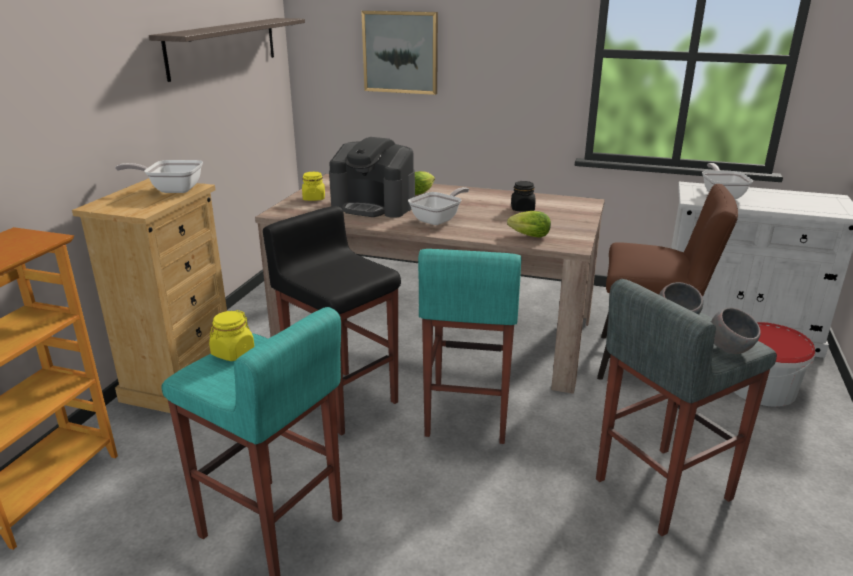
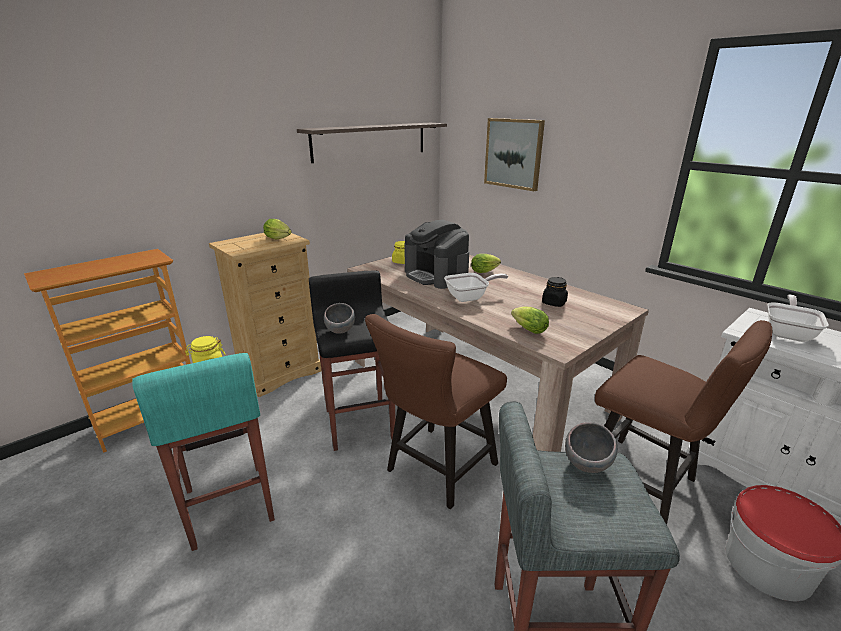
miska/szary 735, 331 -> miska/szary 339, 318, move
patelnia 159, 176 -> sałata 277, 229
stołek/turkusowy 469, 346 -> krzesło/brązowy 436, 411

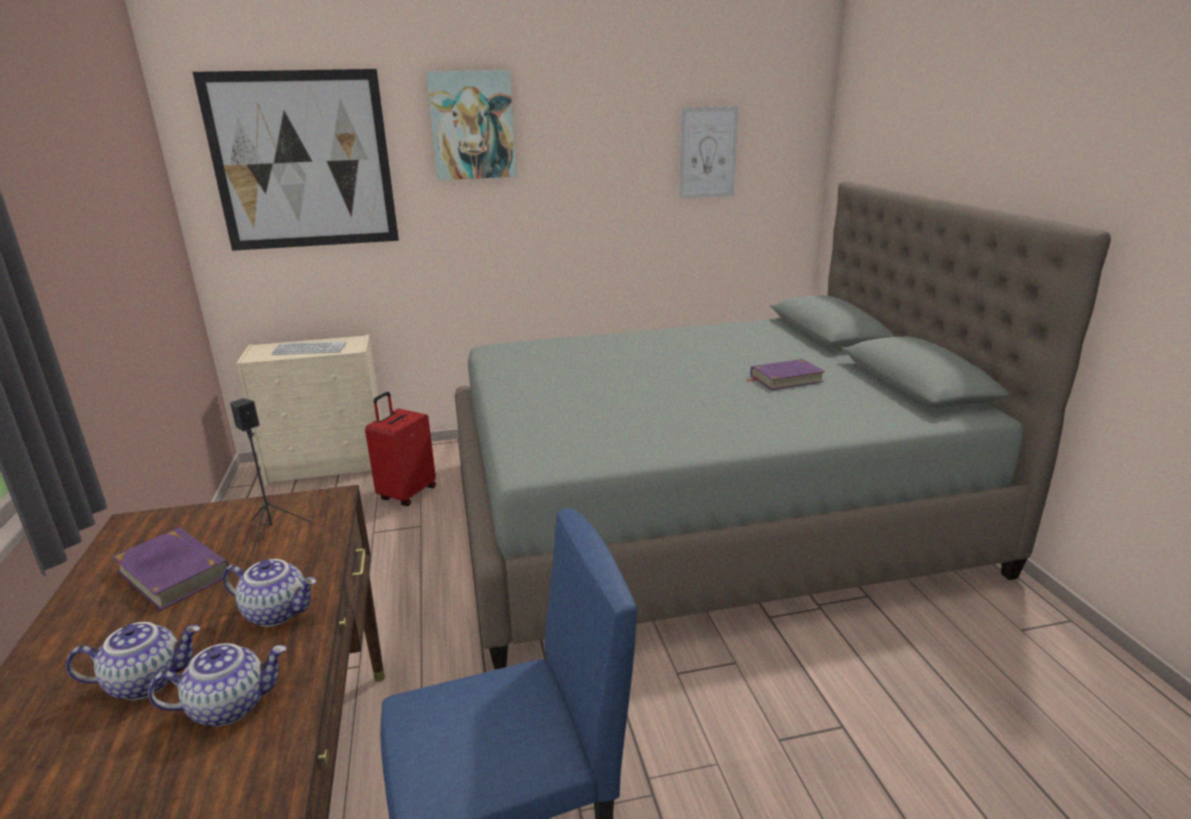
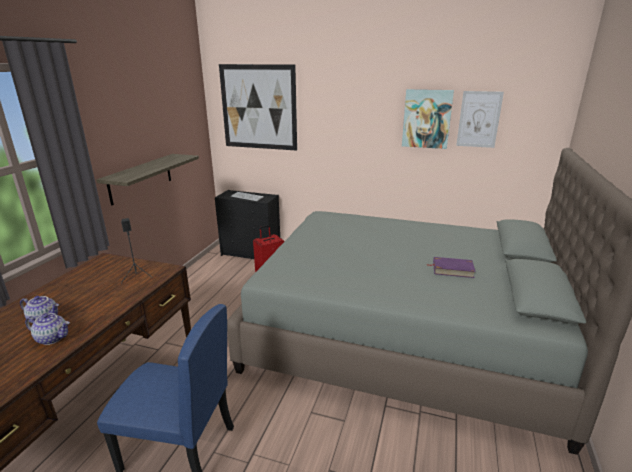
książka/fioletowy 171, 569 -> none
imbryk 269, 593 -> none
none -> półka 147, 180
obraz 471, 125 -> obraz 428, 119, move
komoda/beżowy 309, 410 -> komoda/czarny 247, 224

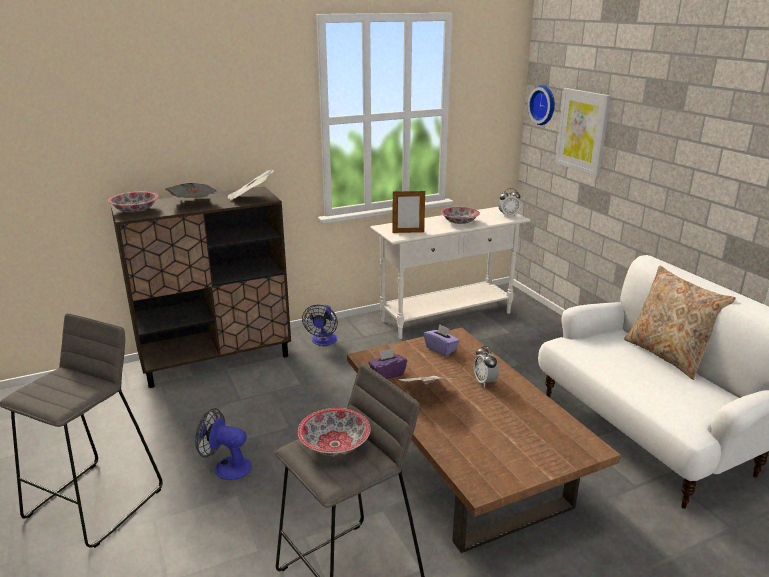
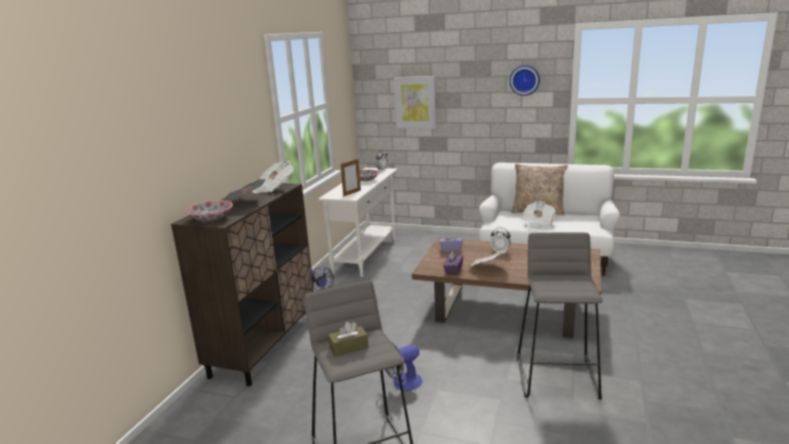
miska 334, 432 -> none
none -> pudełko chusteczek/brązowy 348, 339
none -> gazeta 539, 215
zegar ścienny 541, 105 -> zegar ścienny 525, 80, move

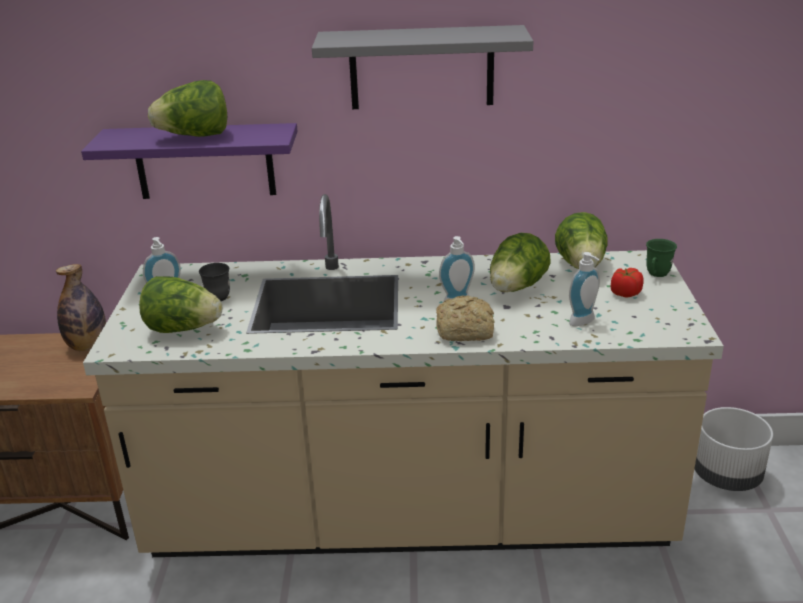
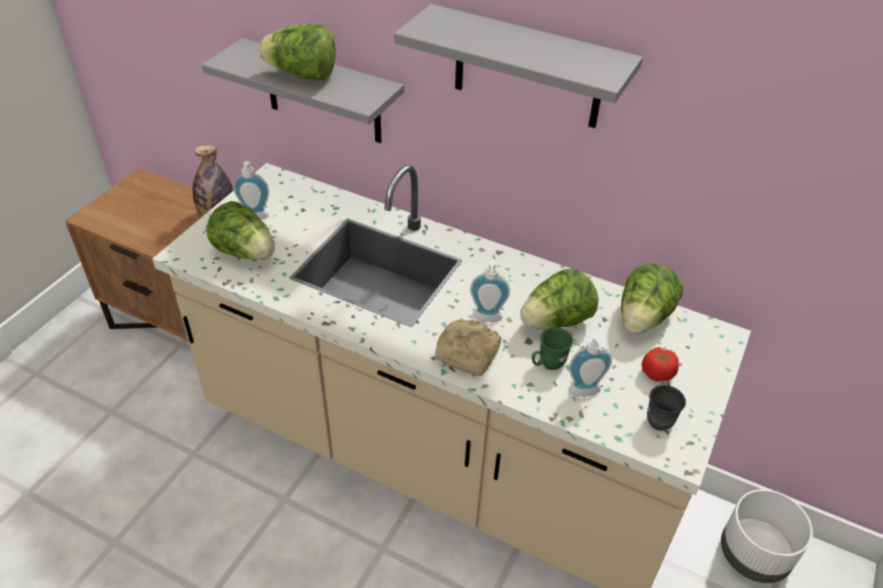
kubek/szary 214, 282 -> kubek/szary 666, 406, move
kubek/zielony 661, 258 -> kubek/zielony 552, 348, move
półka/fioletowy 189, 161 -> półka/szary 303, 90

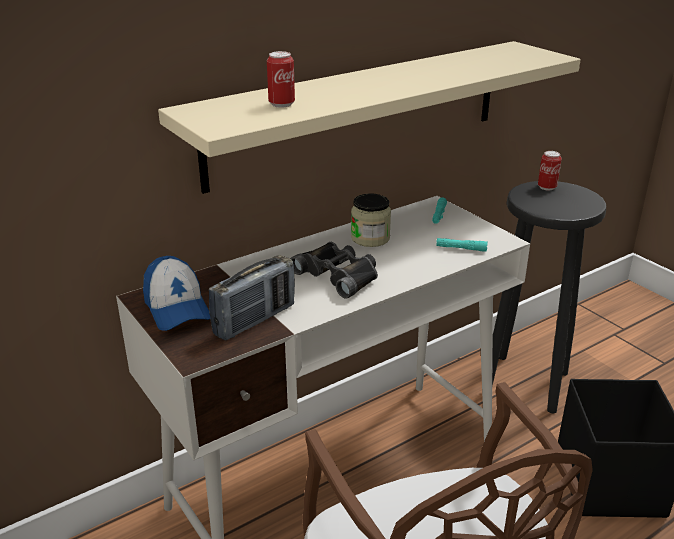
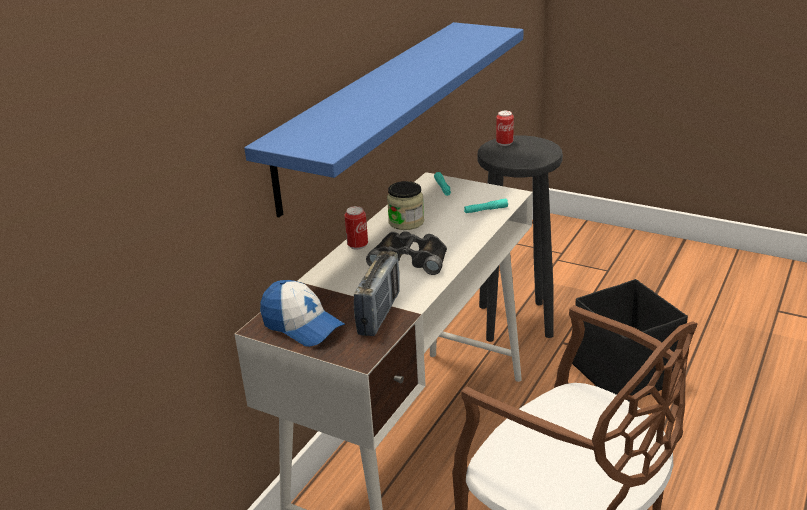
puszka 281, 79 -> puszka 356, 228, move
półka/beżowy 369, 117 -> półka/niebieski 383, 119

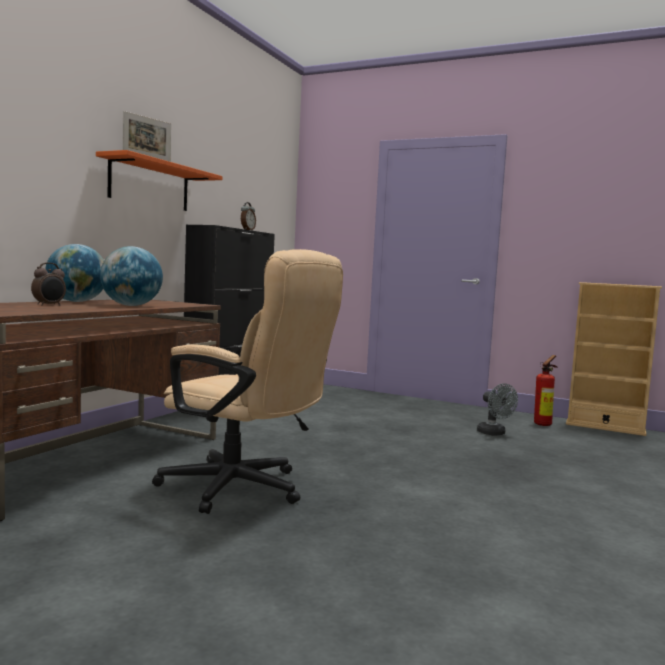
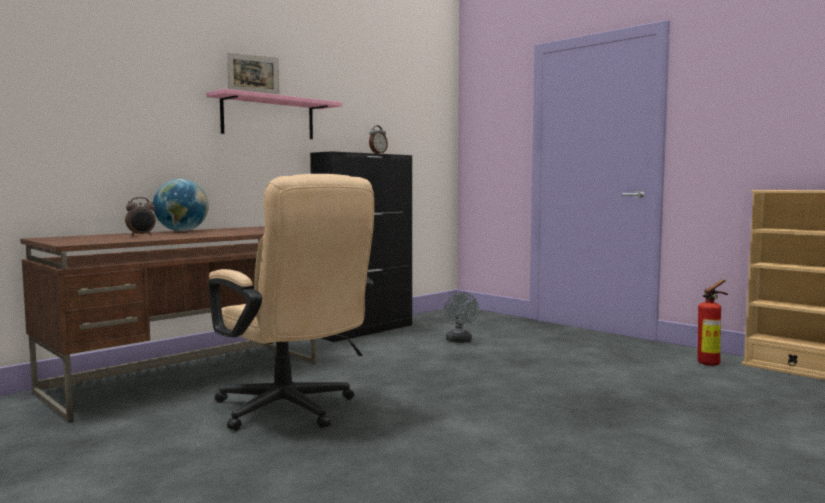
globus 131, 276 -> none
wentylator/szary 497, 409 -> wentylator/szary 462, 317, move
półka/pomarańczowy 159, 180 -> półka/różowy 274, 114

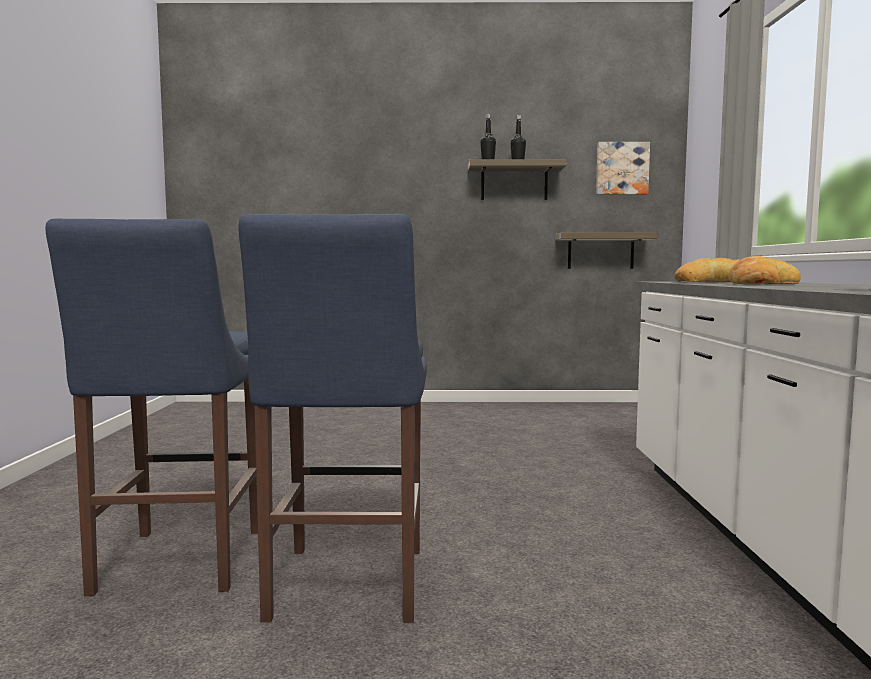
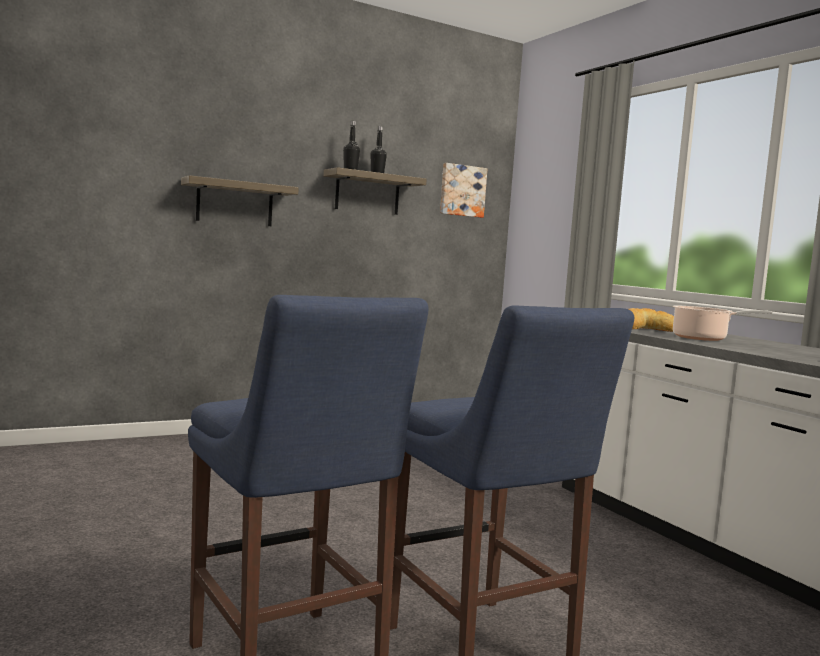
półka 606, 250 -> półka 240, 200, move
chleb 765, 270 -> garnek 722, 323

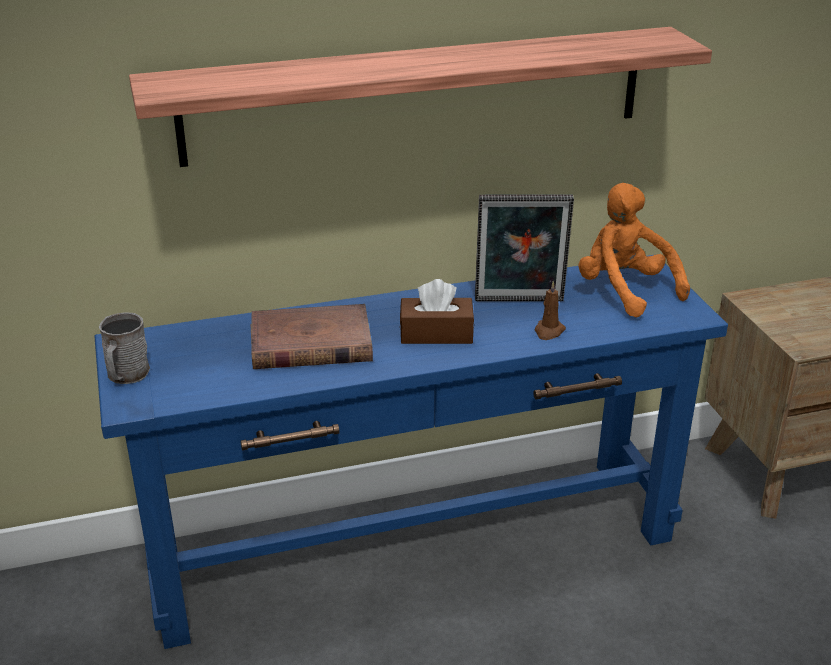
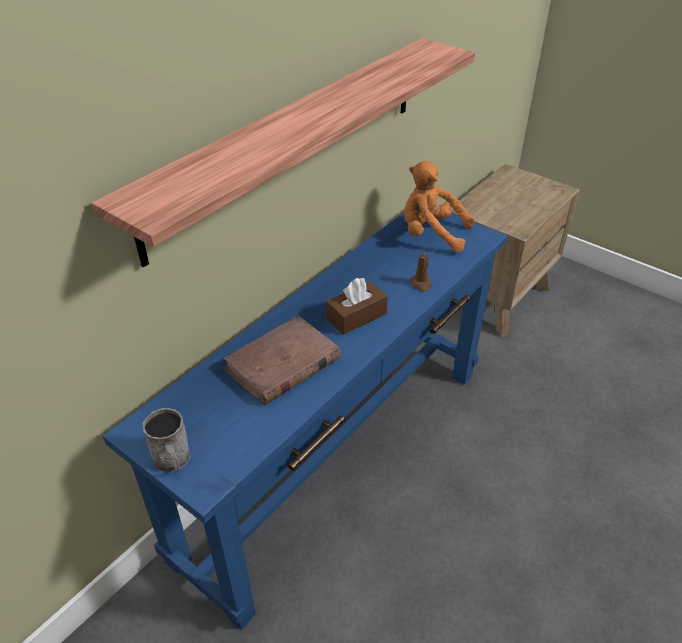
ramka na zdjęcie 524, 247 -> none

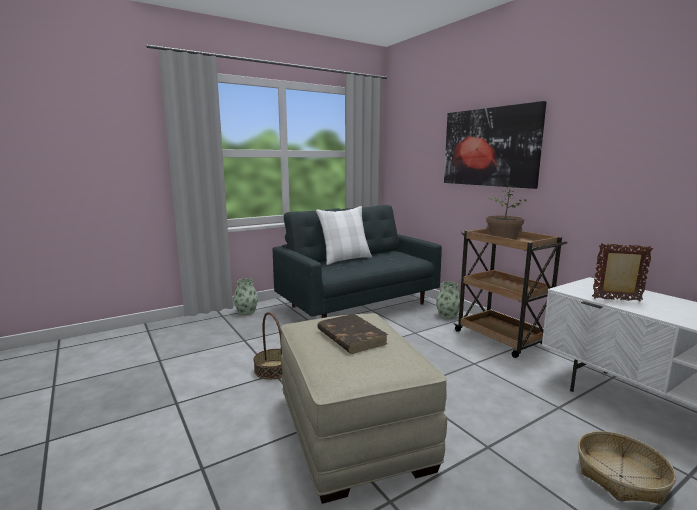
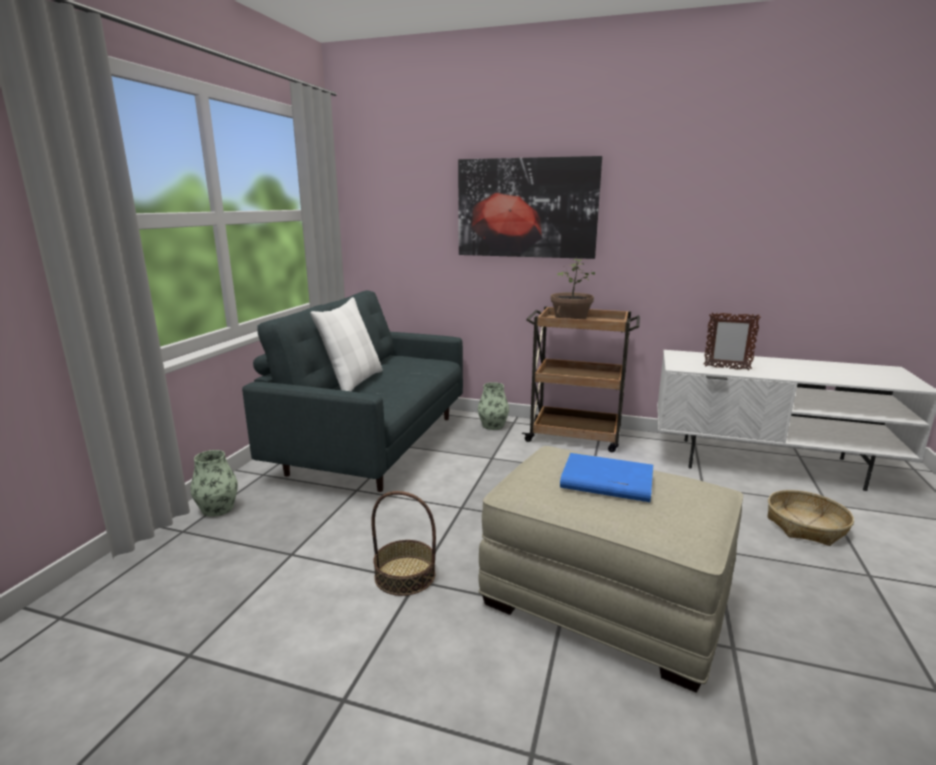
książka/brązowy 352, 334 -> książka/niebieski 606, 477
ramka na zdjęcie 622, 272 -> ramka na zdjęcie 732, 341, 135 degrees counterclockwise

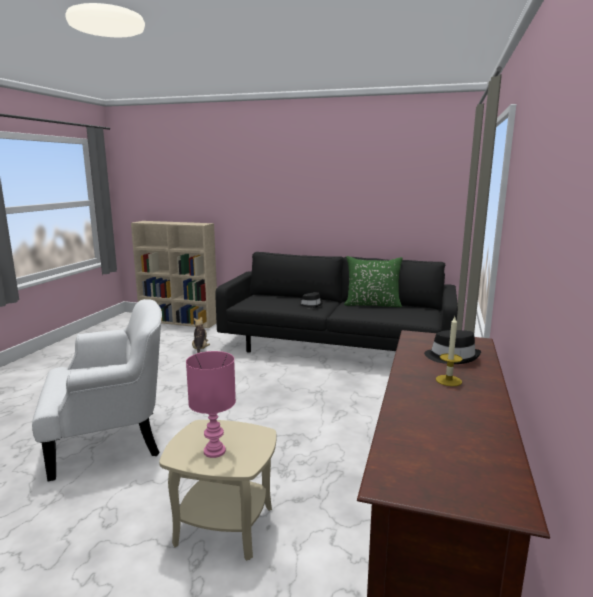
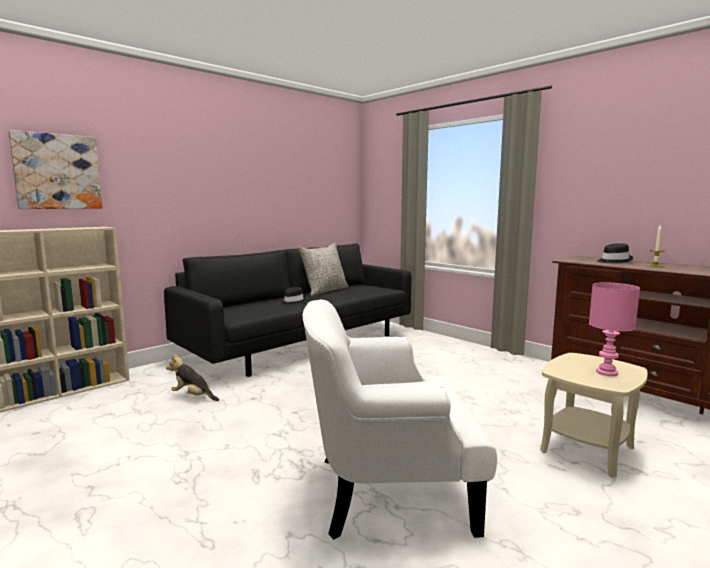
none -> obraz 55, 169
poduszka/zielony 373, 281 -> poduszka/szary 323, 269
fotel/biały 97, 390 -> fotel/biały 400, 420, 105 degrees counterclockwise

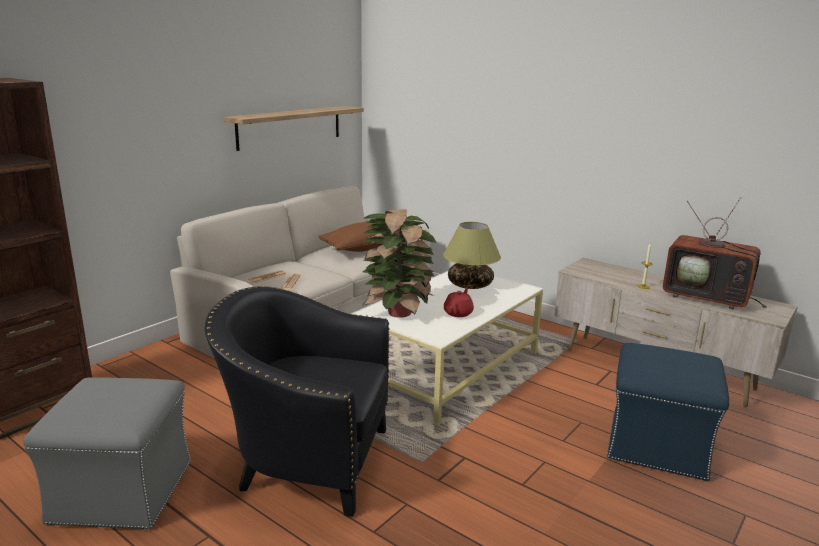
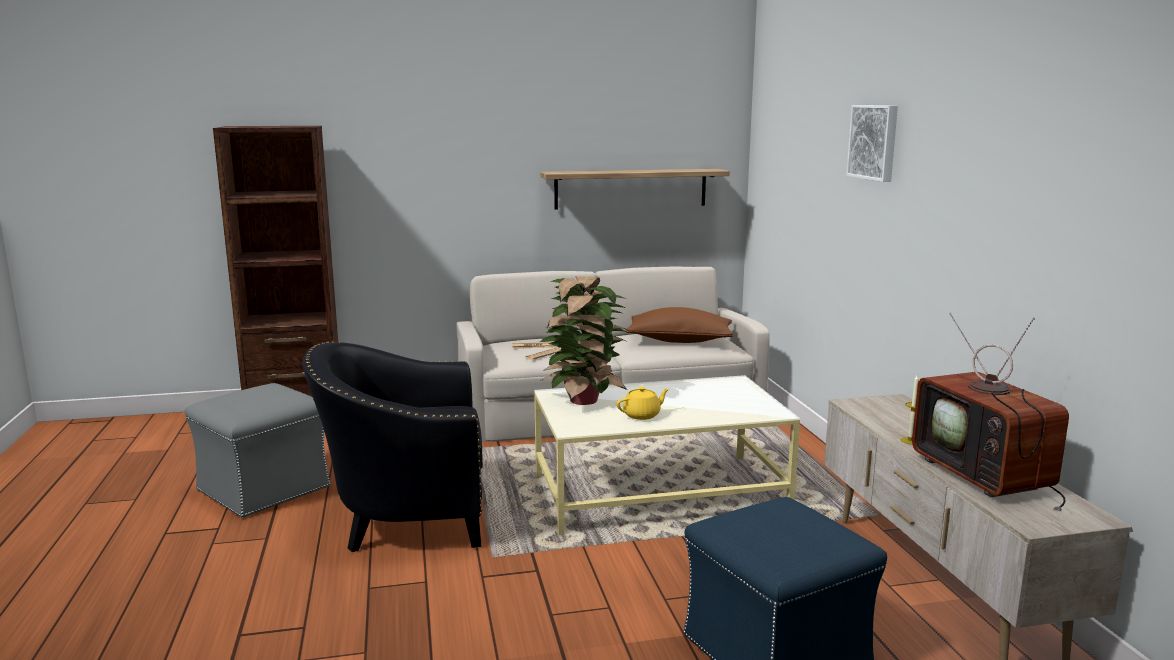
lampa stołowa 472, 255 -> none
none -> obraz 872, 143
imbryk/czerwony 459, 302 -> imbryk/żółty 642, 403
fotel/czarny 297, 401 -> fotel/czarny 393, 446, 60 degrees counterclockwise

